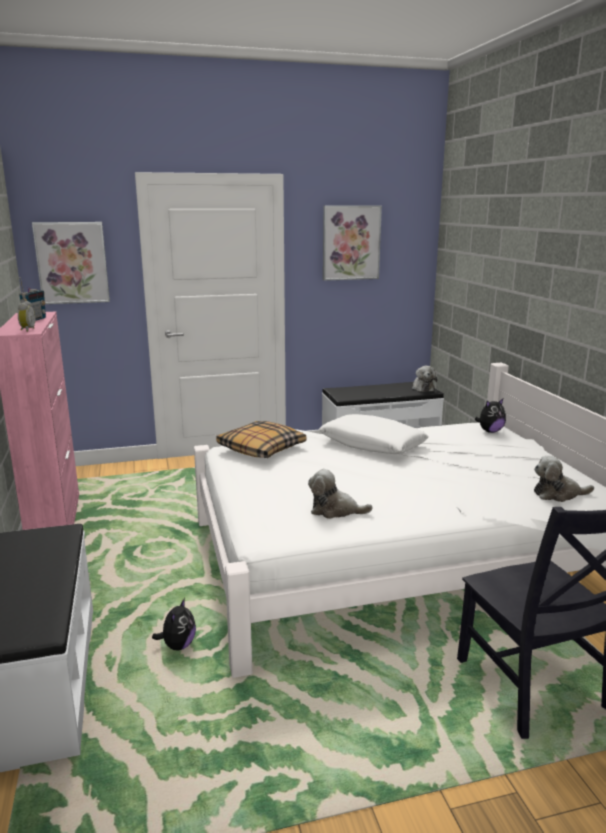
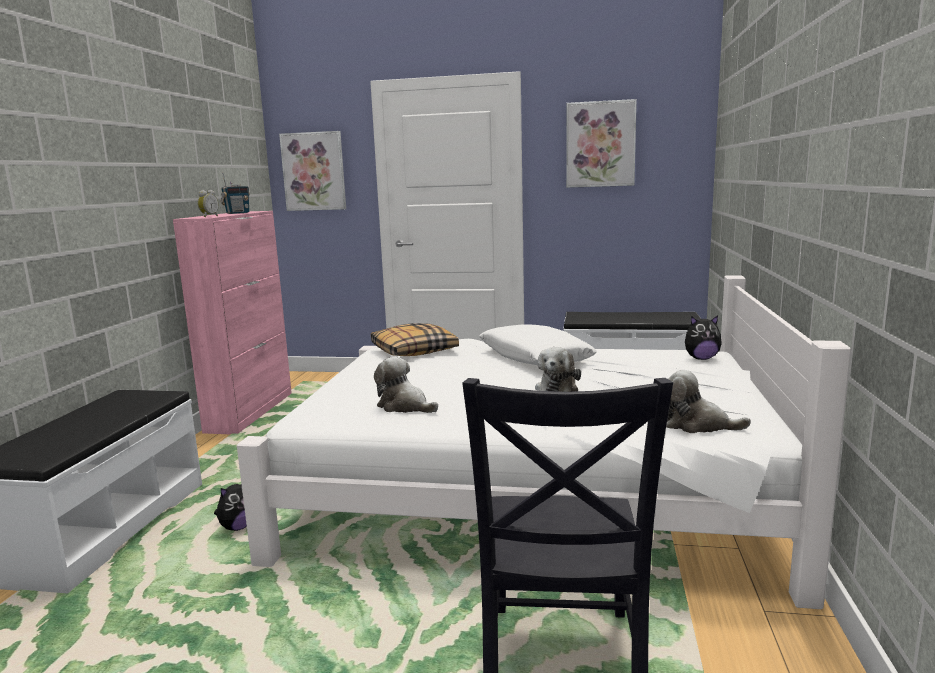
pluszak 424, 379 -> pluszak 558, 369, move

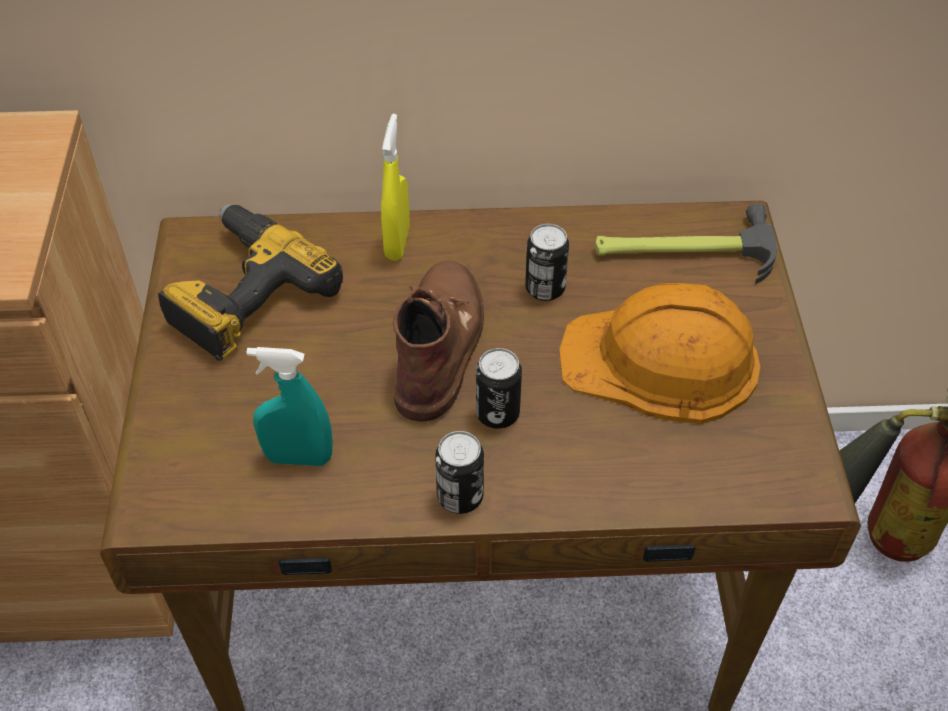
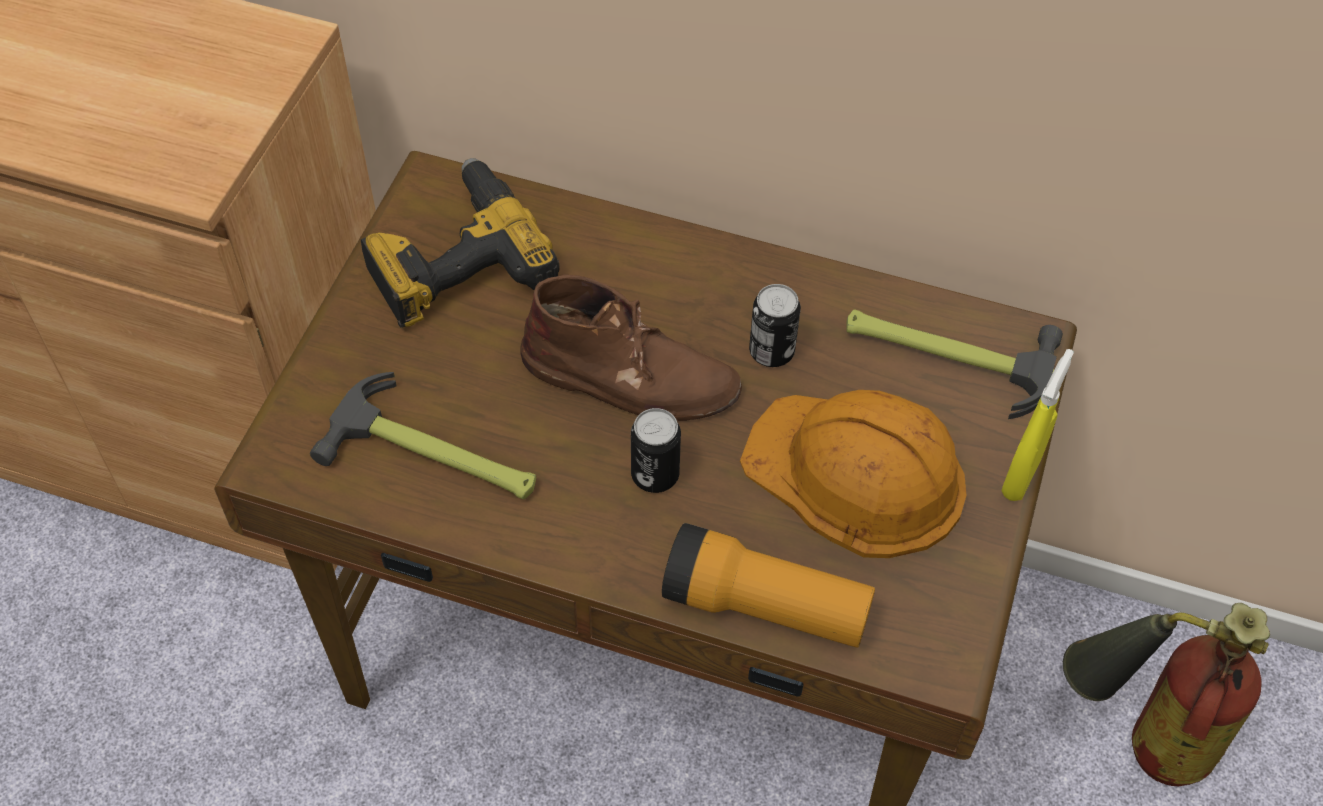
puszka 459, 472 -> none
none -> latarka 768, 585
spryskiwacz/żółty 395, 187 -> spryskiwacz/żółty 1038, 425, move
spryskiwacz/turkusowy 290, 406 -> młotek 423, 435
but z cholewką/brązowy 438, 341 -> but z cholewką/brązowy 631, 347, 75 degrees clockwise

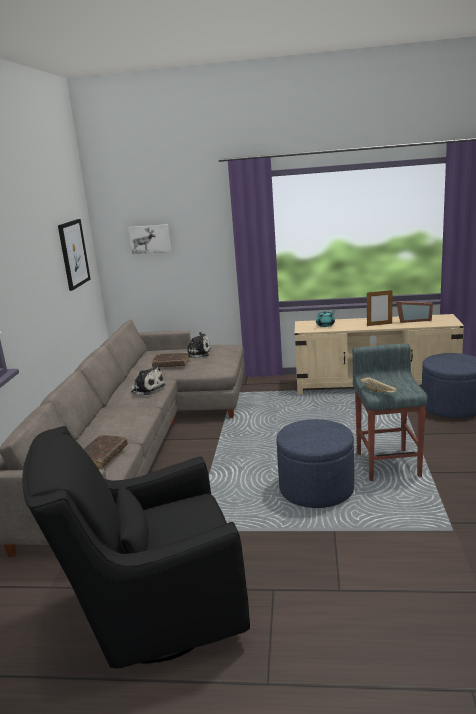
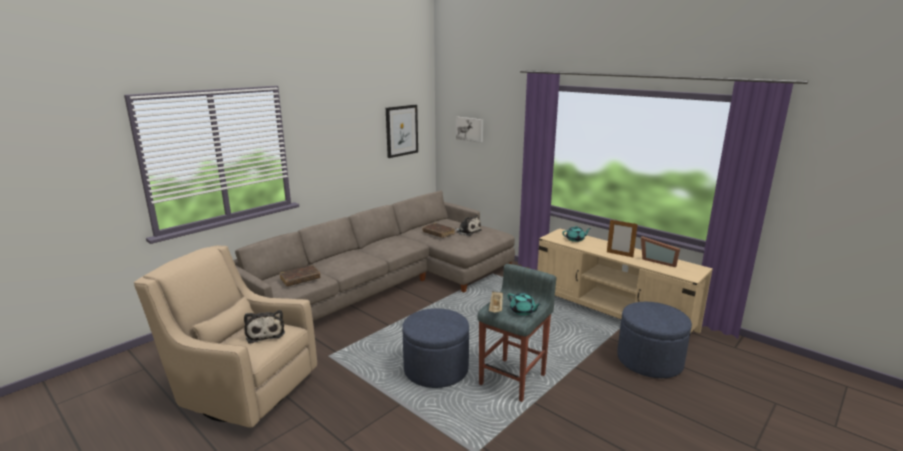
none -> imbryk/turkusowy 524, 304
pluszak 147, 380 -> pluszak 264, 327, move
fotel/czarny 136, 547 -> fotel/beżowy 225, 336

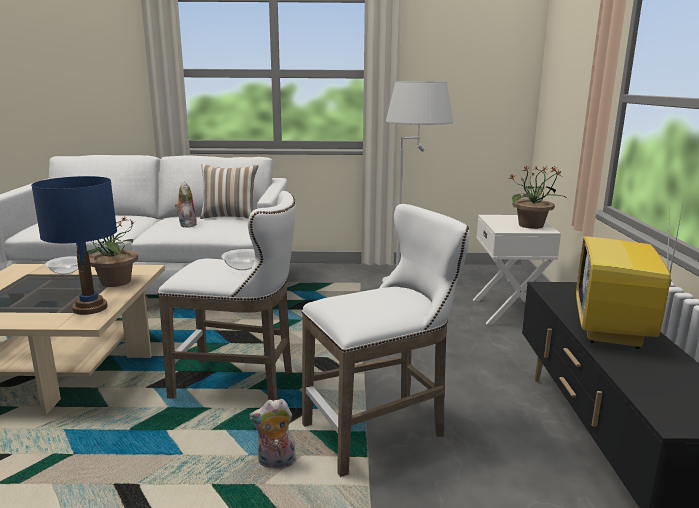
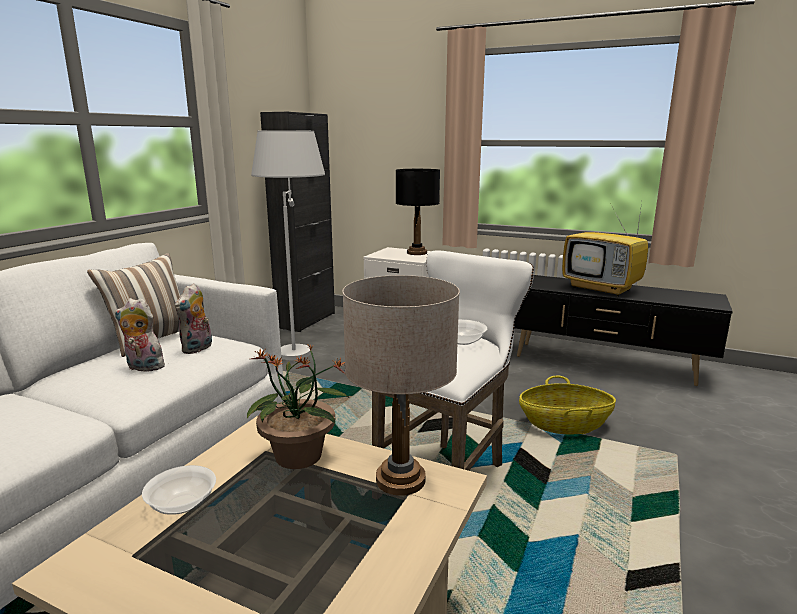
none -> szafka/czarny 297, 222
pluszak 272, 434 -> pluszak 193, 318, move
stołek/biały 386, 340 -> koszyk 567, 405
roślina doniczkowa 538, 197 -> lampa stołowa/czarny 418, 212
lampa stołowa/niebieski 74, 245 -> lampa stołowa/beżowy 401, 385

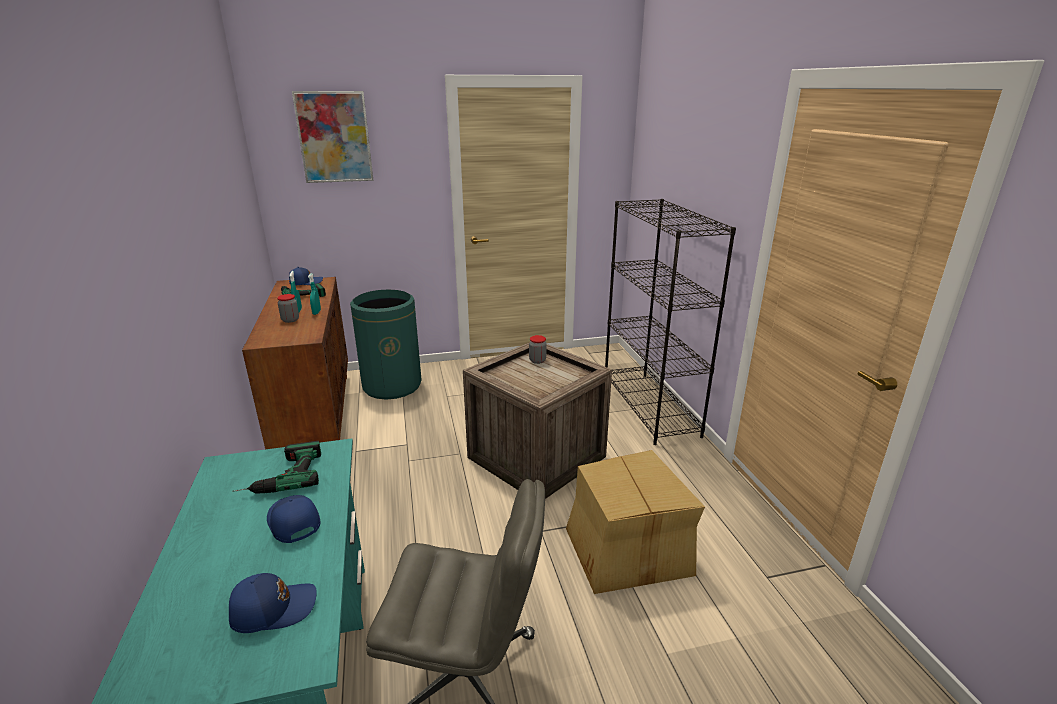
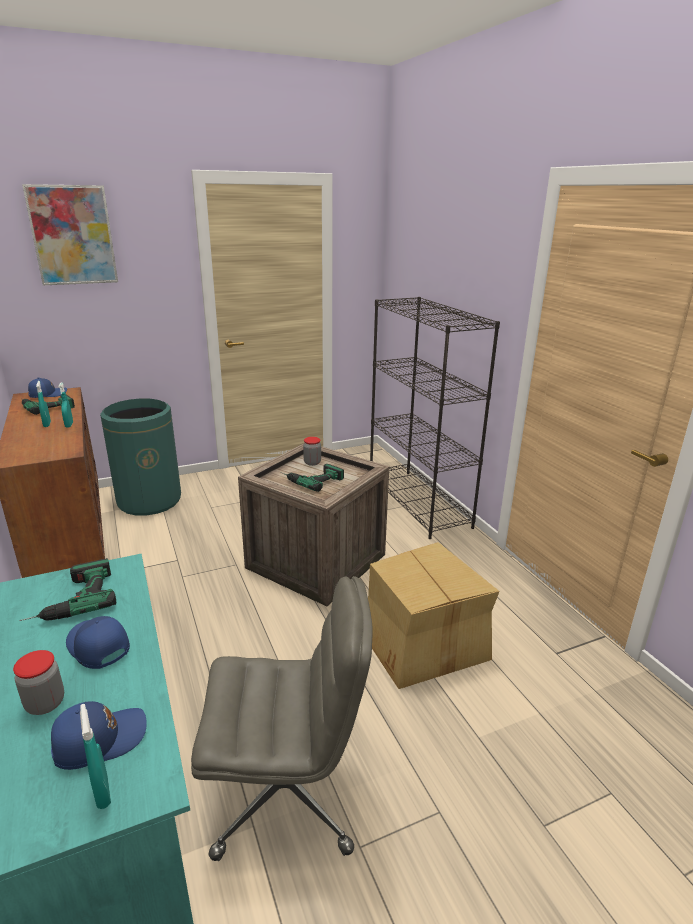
none -> spryskiwacz/turkusowy 95, 756
none -> wiertarka 312, 478
słoik 288, 308 -> słoik 38, 682, move

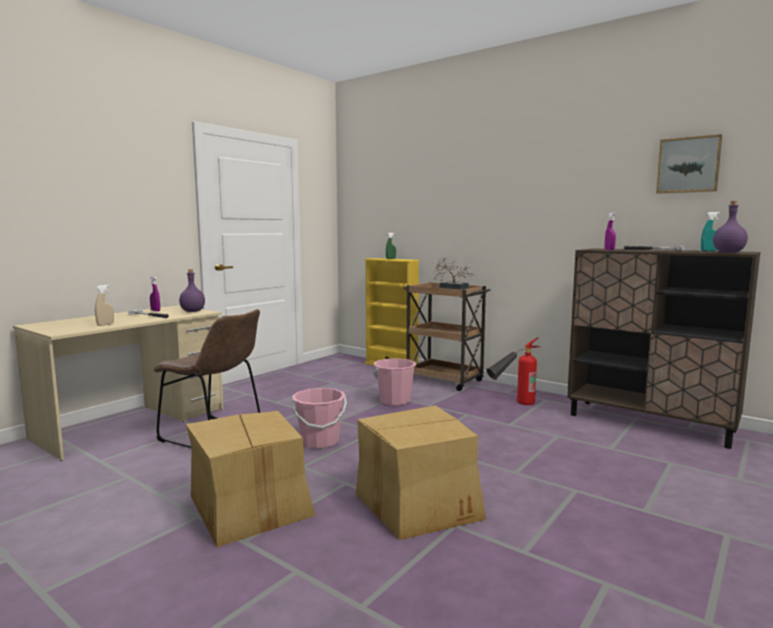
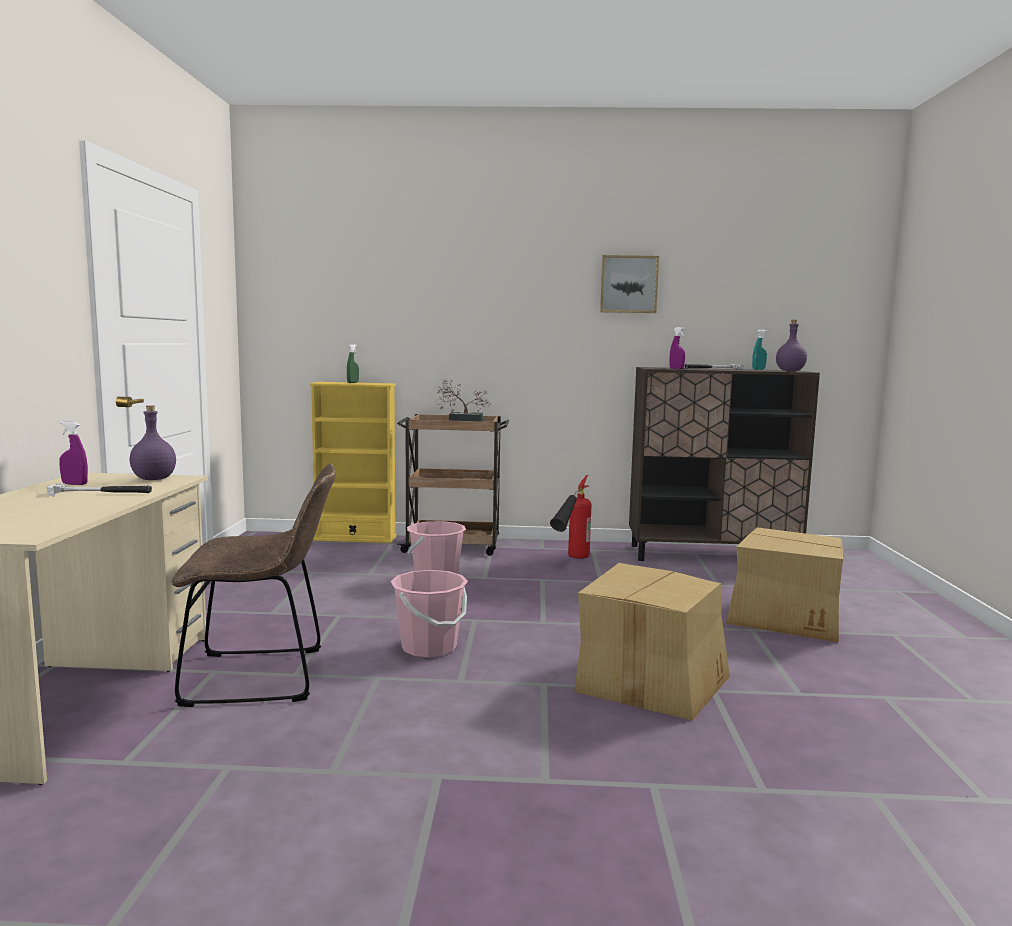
spryskiwacz/beżowy 104, 305 -> none
karton 250, 479 -> karton 784, 584, move
obraz 689, 164 -> obraz 629, 284, move

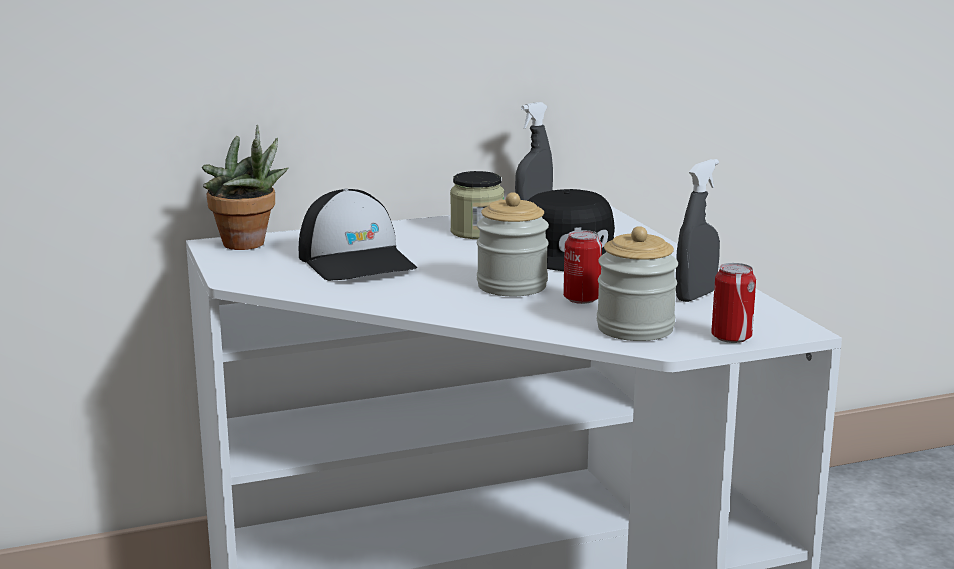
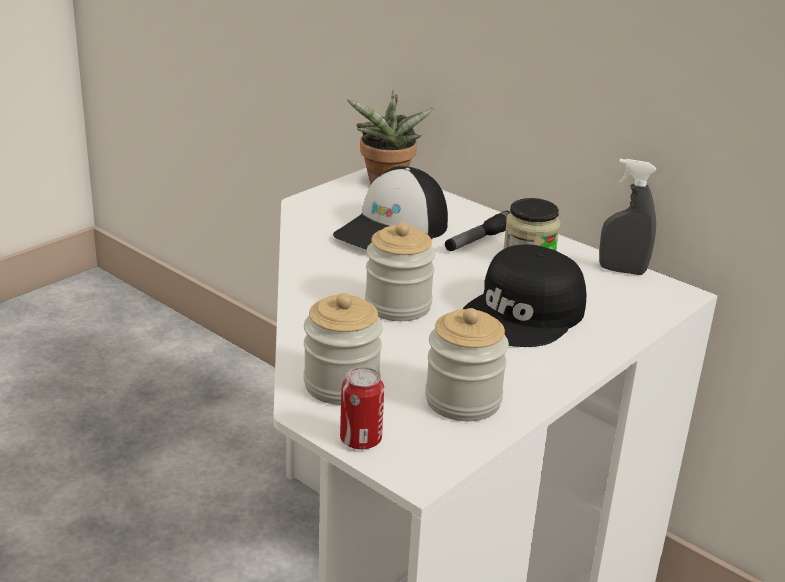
puszka 582, 267 -> none
none -> latarka 477, 231
spryskiwacz/szary 698, 230 -> słoik 467, 364

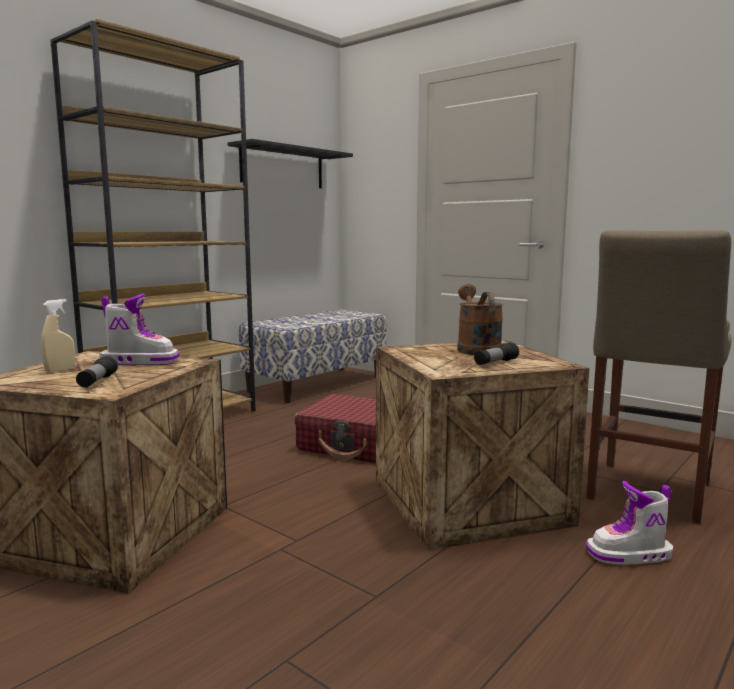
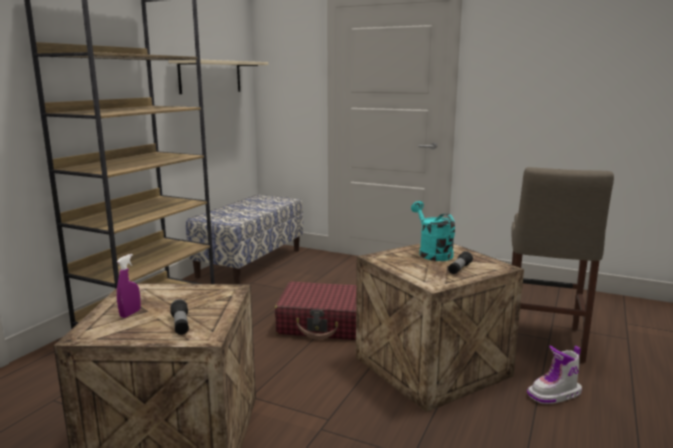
but z cholewką 139, 329 -> none
spryskiwacz/beżowy 58, 336 -> spryskiwacz/fioletowy 129, 286
półka/czarny 290, 163 -> półka/beżowy 218, 77
konewka/brązowy 480, 319 -> konewka/turkusowy 433, 231

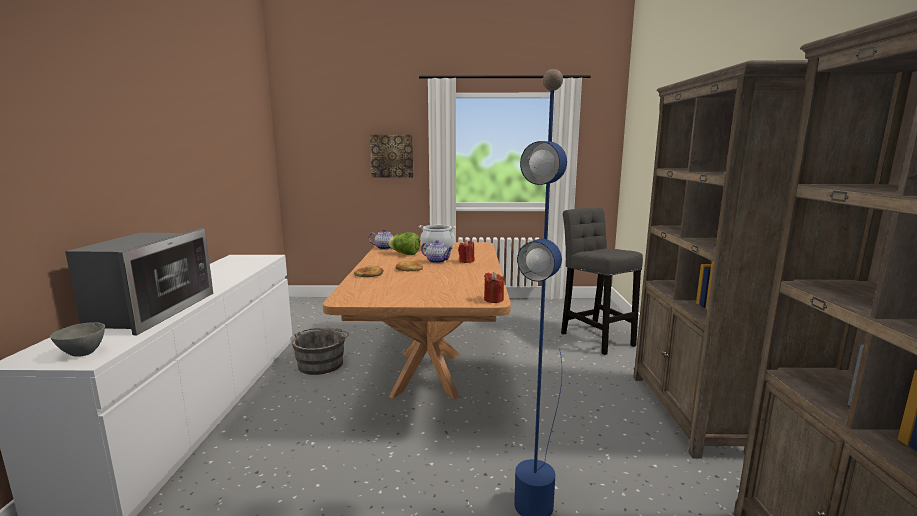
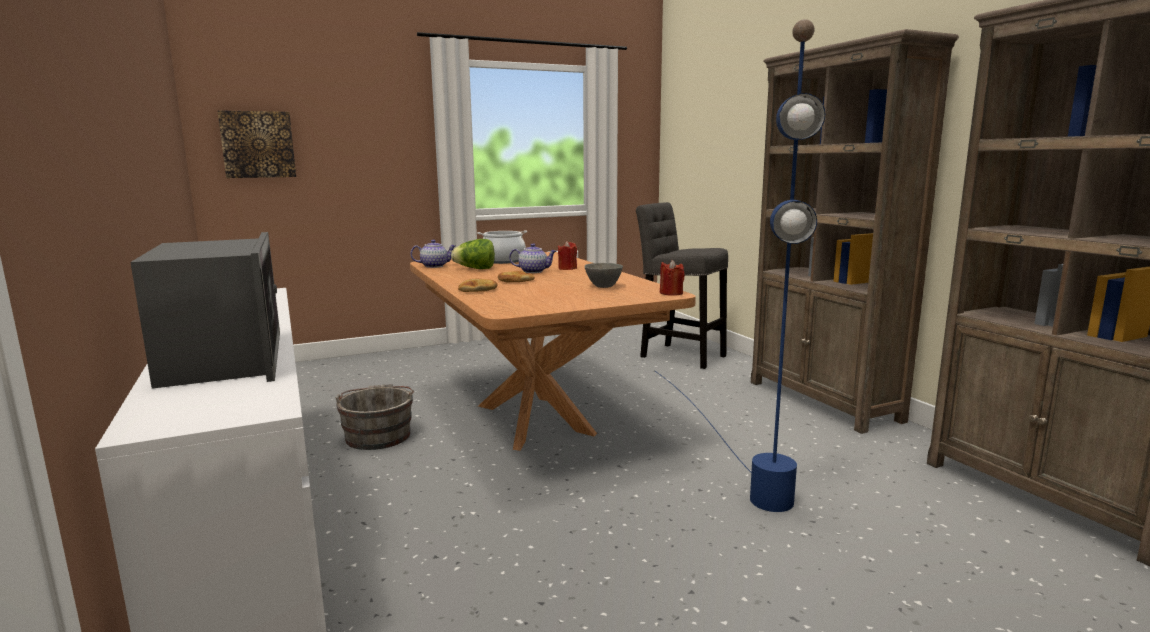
miska/szary 77, 339 -> miska/szary 603, 275, move
obraz 391, 156 -> obraz 257, 144, move

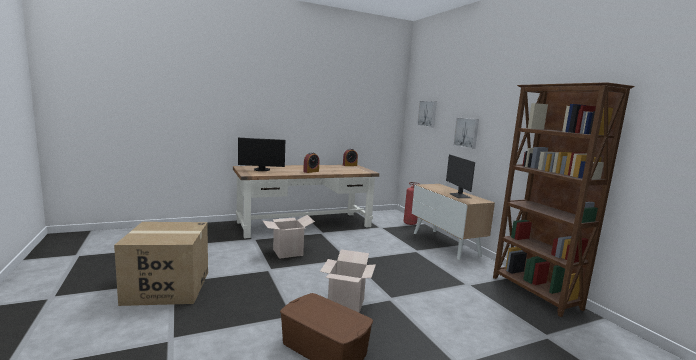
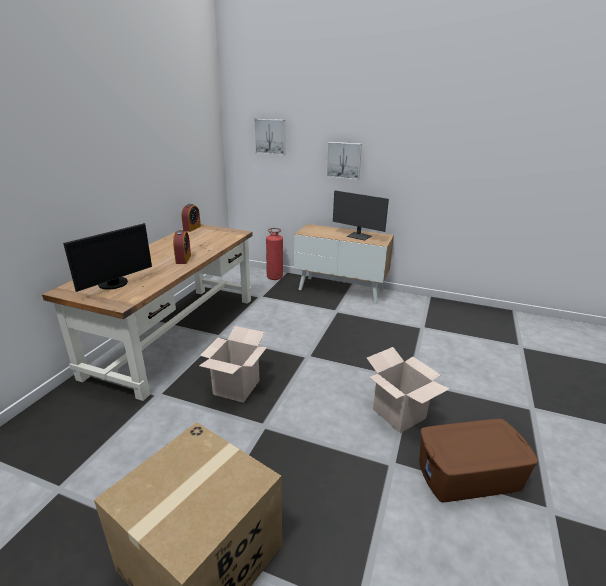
regał/brązowy 564, 199 -> none

